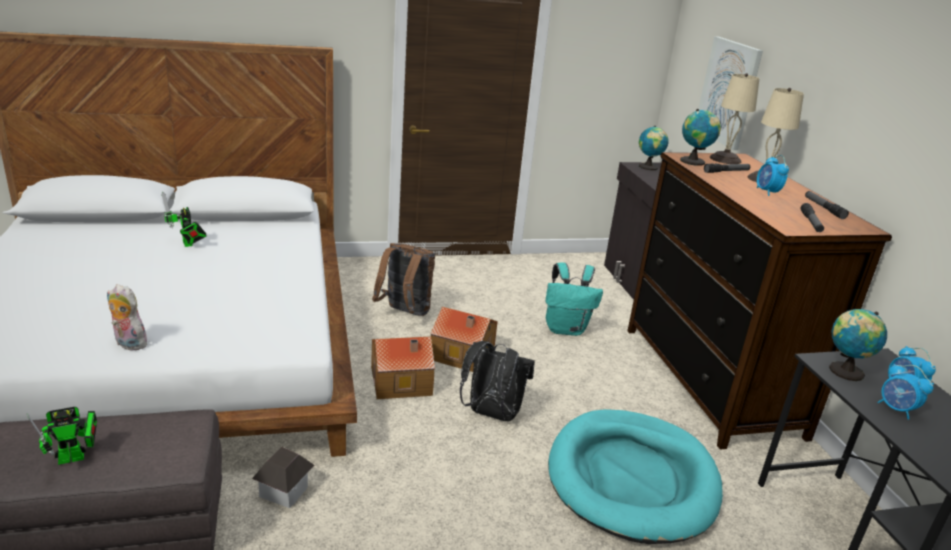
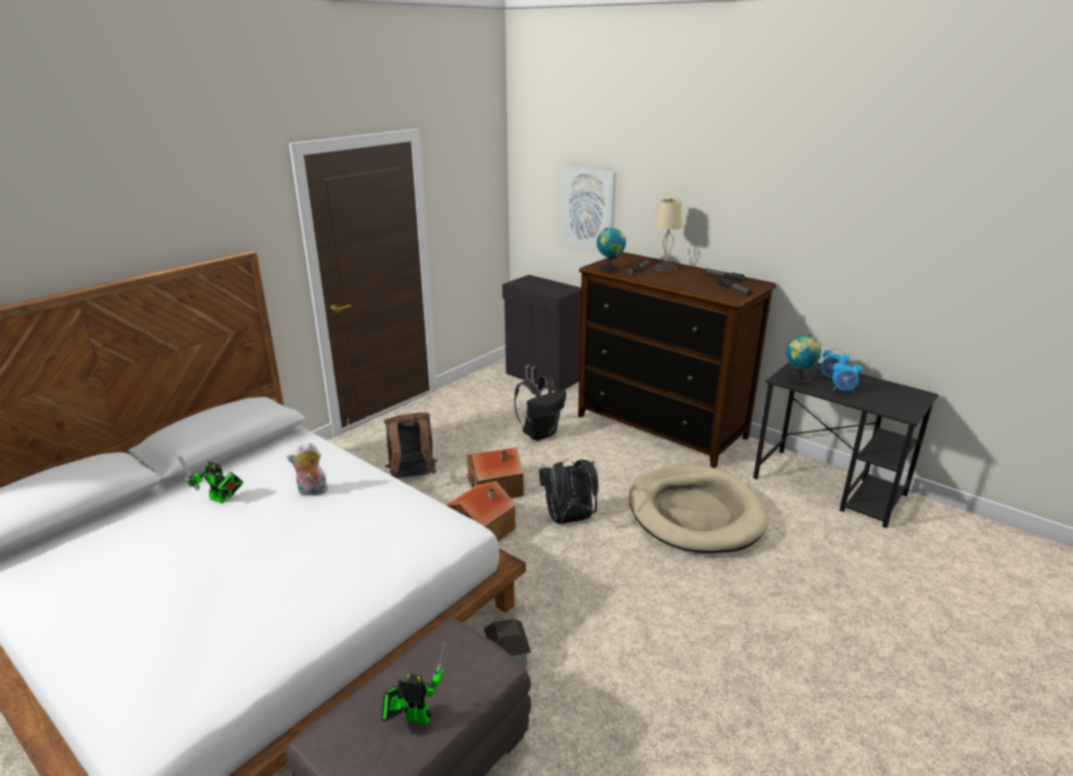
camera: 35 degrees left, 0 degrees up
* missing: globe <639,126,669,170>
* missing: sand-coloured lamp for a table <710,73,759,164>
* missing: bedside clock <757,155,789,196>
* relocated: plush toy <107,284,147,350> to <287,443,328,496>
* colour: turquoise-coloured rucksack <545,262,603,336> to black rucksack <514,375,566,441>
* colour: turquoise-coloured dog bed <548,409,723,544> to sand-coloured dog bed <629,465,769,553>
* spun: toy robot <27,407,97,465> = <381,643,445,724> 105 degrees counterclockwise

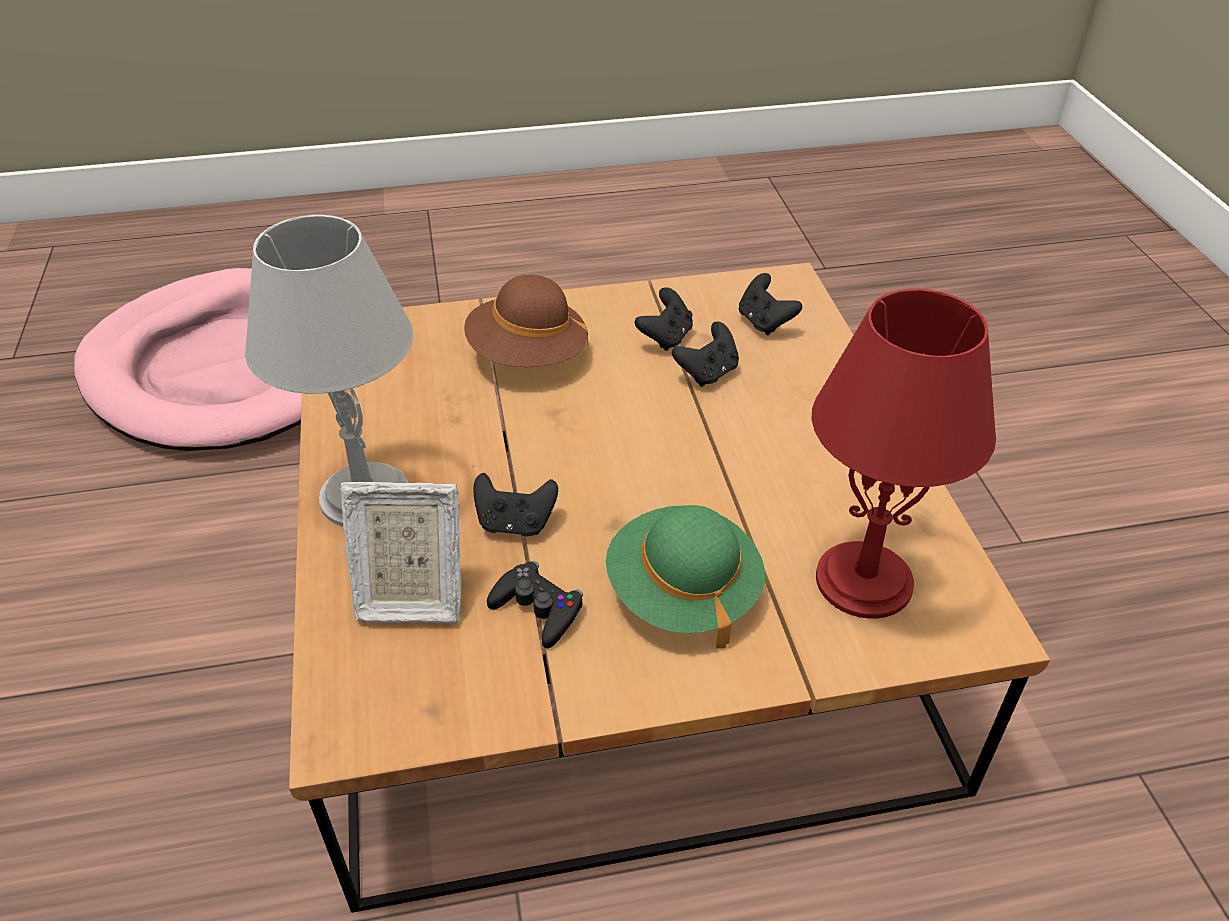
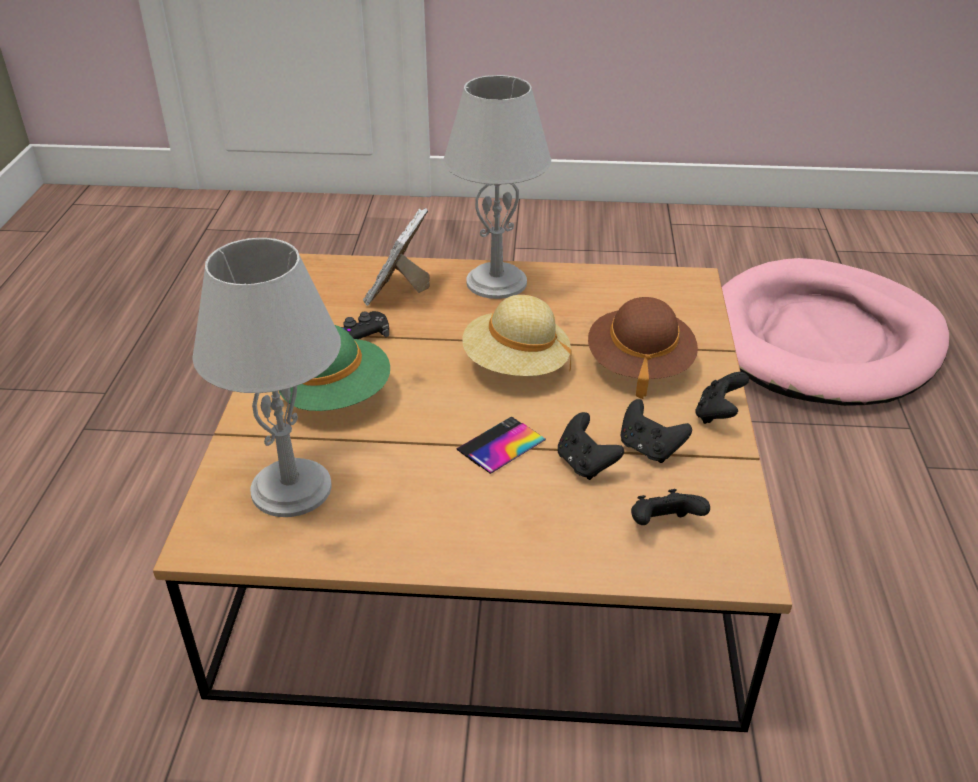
camera: 105 degrees right, 5 degrees down
* appeared: handset <456,416,546,474>
* appeared: sand-coloured hat <462,295,572,376>
* relocated: black gamepad <473,473,558,537> to <695,372,749,424>
* colour: red-coloured lamp for a table <812,289,996,619> to greyish lamp for a table <192,238,341,517>

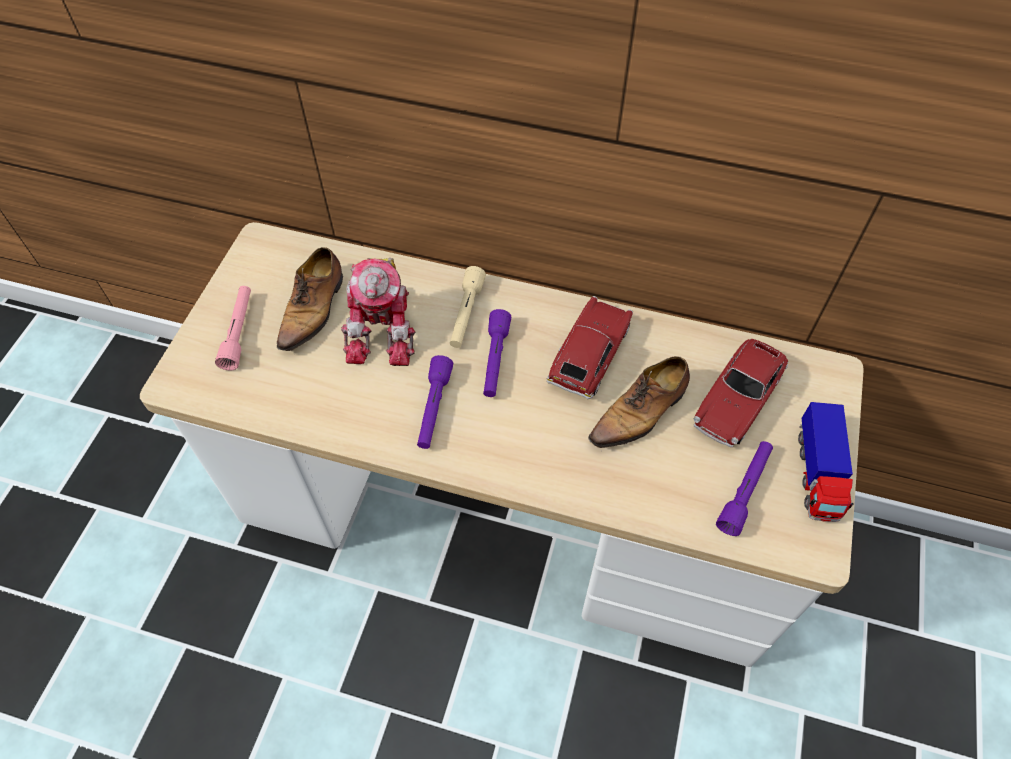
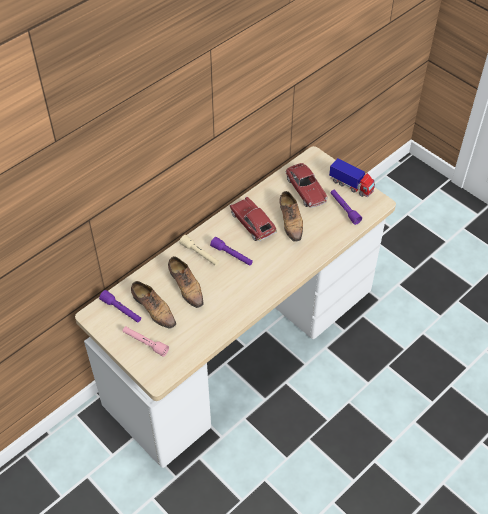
camera: 60 degrees left, 5 degrees down
* relocated: purple torch <417,355,453,449> to <99,290,141,323>
* exchanged: toy robot <341,258,415,366> to item of footwear <168,256,204,308>

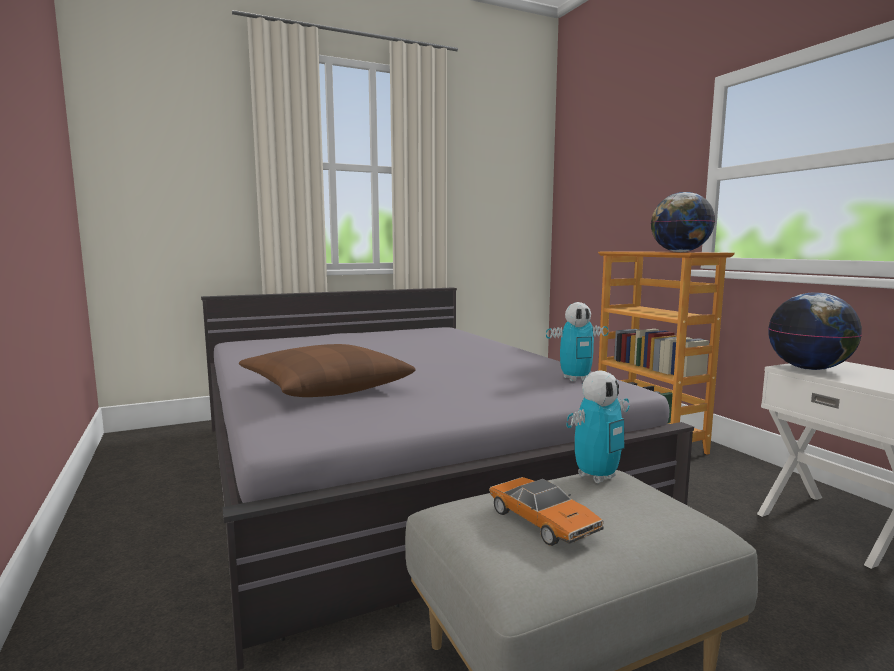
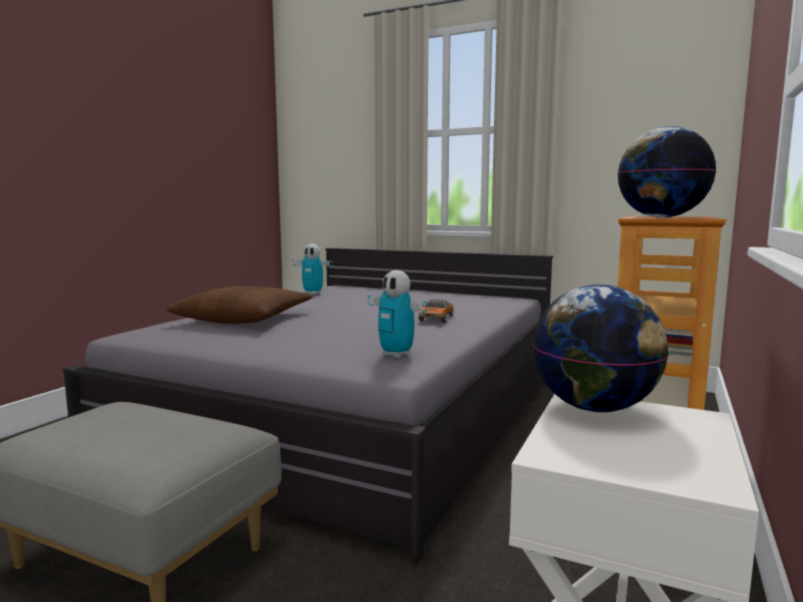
camera: 50 degrees right, 0 degrees up
* relocated: toy car <489,477,604,546> to <418,299,453,322>
* relocated: toy robot <566,371,629,483> to <292,244,333,295>

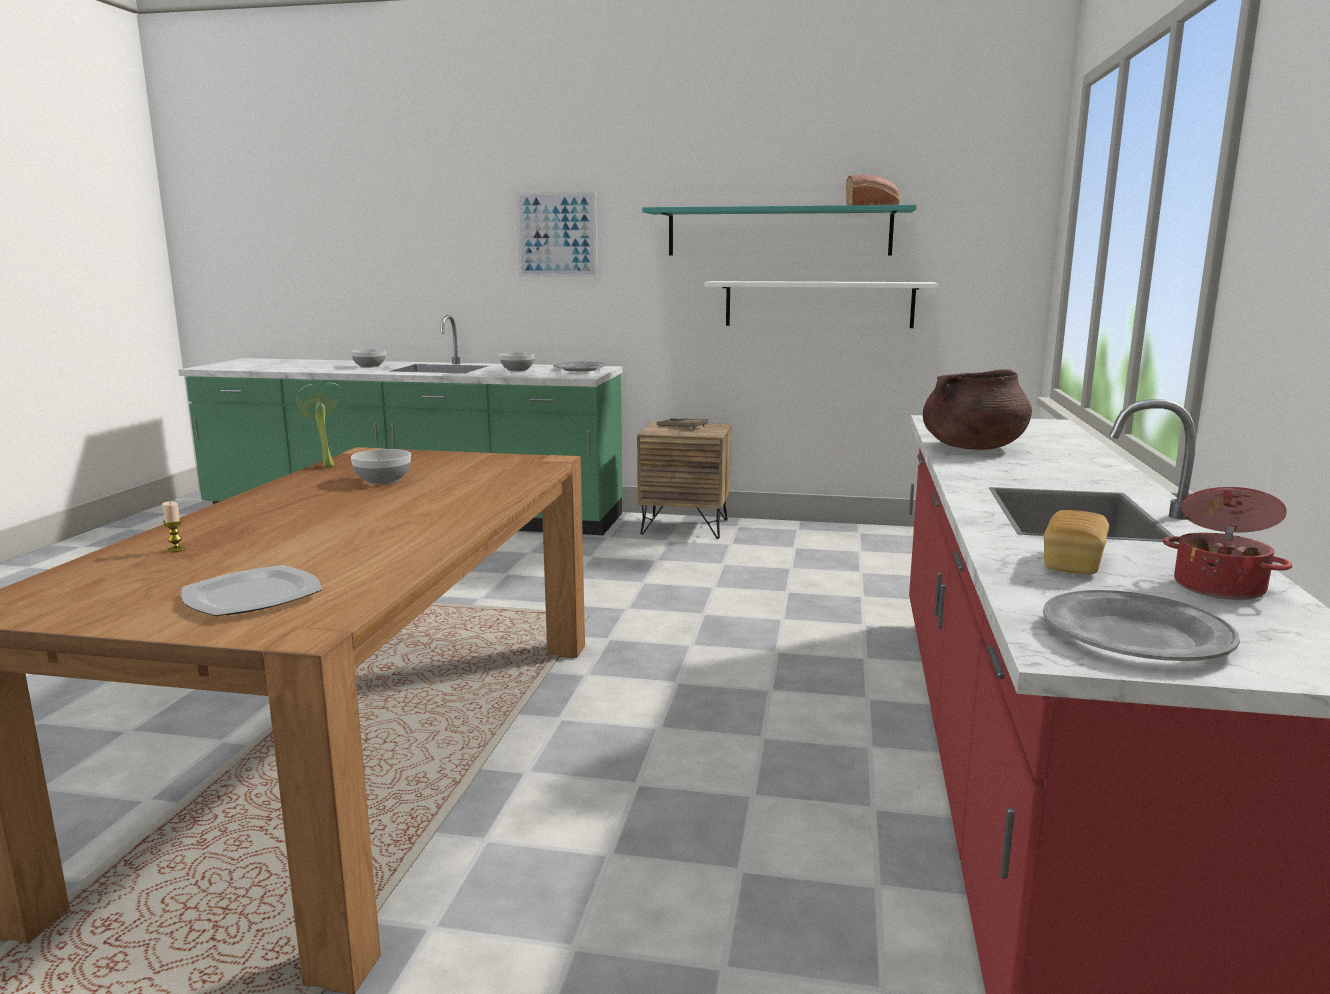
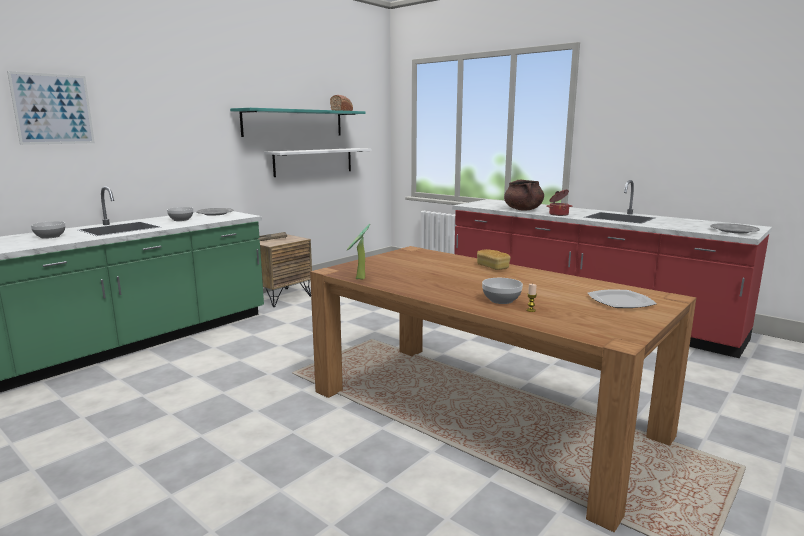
camera: 60 degrees left, 0 degrees up
* relocated: bowl <351,449,411,485> to <482,278,523,304>
* relocated: wall picture <516,191,597,277> to <7,71,95,145>
* relocated: bread <1044,510,1109,575> to <477,249,511,270>
* relocated: cooking pot <1163,487,1292,600> to <546,190,572,216>

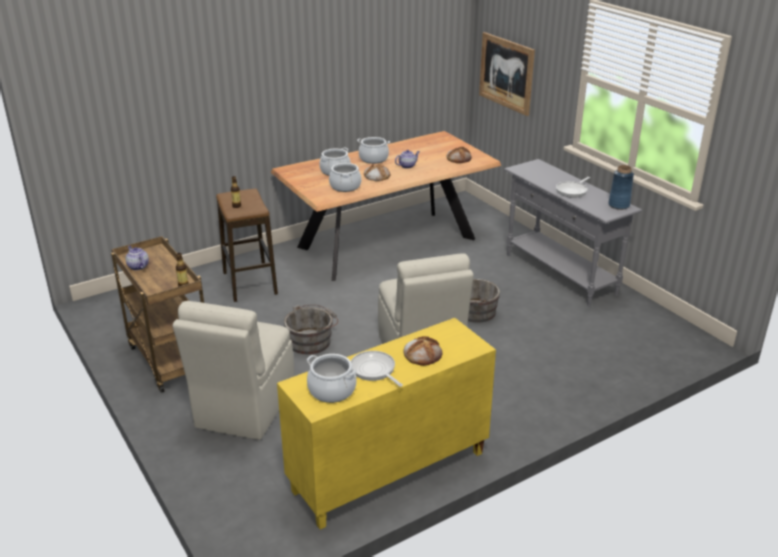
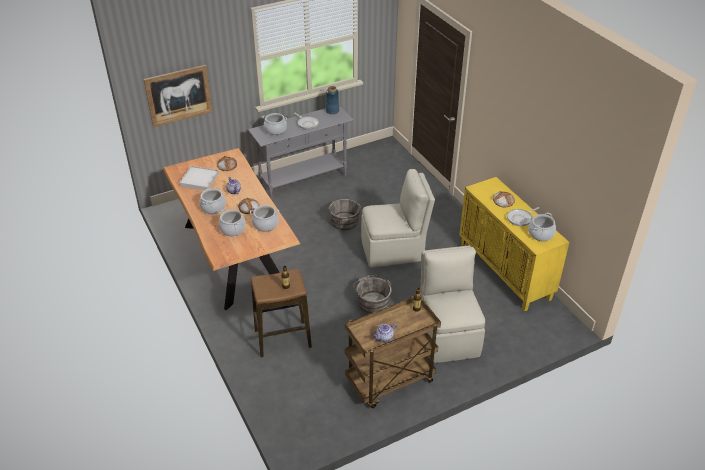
camera: 85 degrees left, 10 degrees up
* appeared: whitish carrying tray <179,166,219,190>
* appeared: cooking pot <262,113,287,135>
* spun: sand-coloured chair <173,301,294,440> = <420,245,485,363> 120 degrees counterclockwise

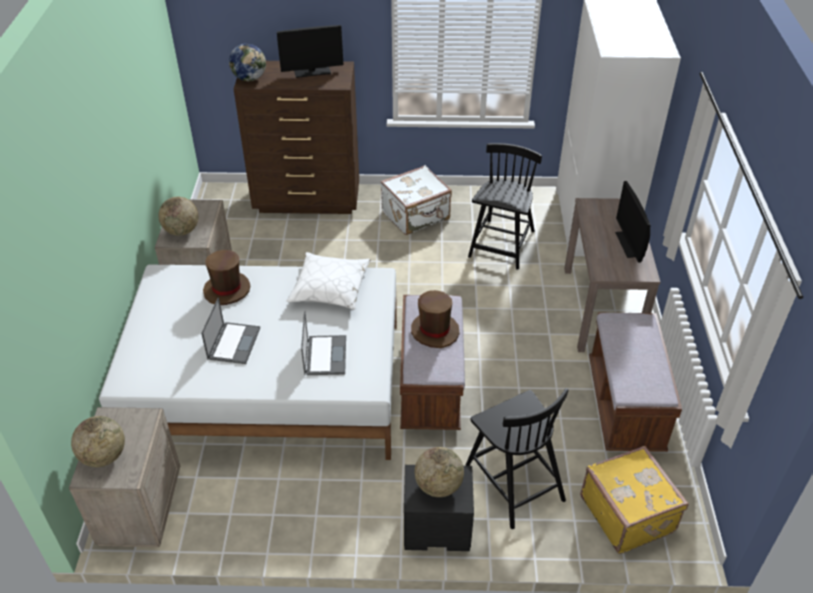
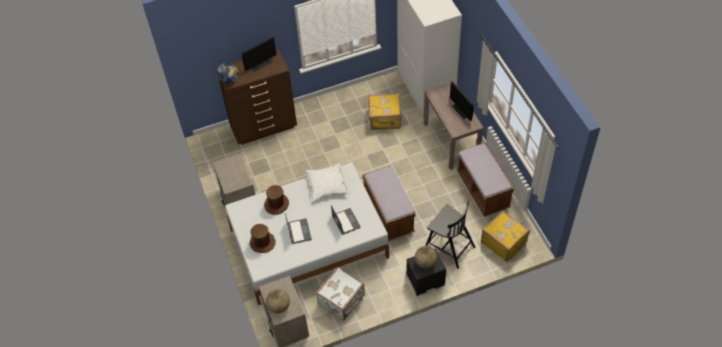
camera: 20 degrees left, 10 degrees up
* missing: globe <158,197,198,236>
* relocated: whitish piece of luggage <380,165,452,235> to <316,267,365,320>
* relocated: brownish hat <411,290,459,348> to <250,224,275,253>
* exchanged: black chair <468,143,542,270> to yellow piece of luggage <368,93,401,130>

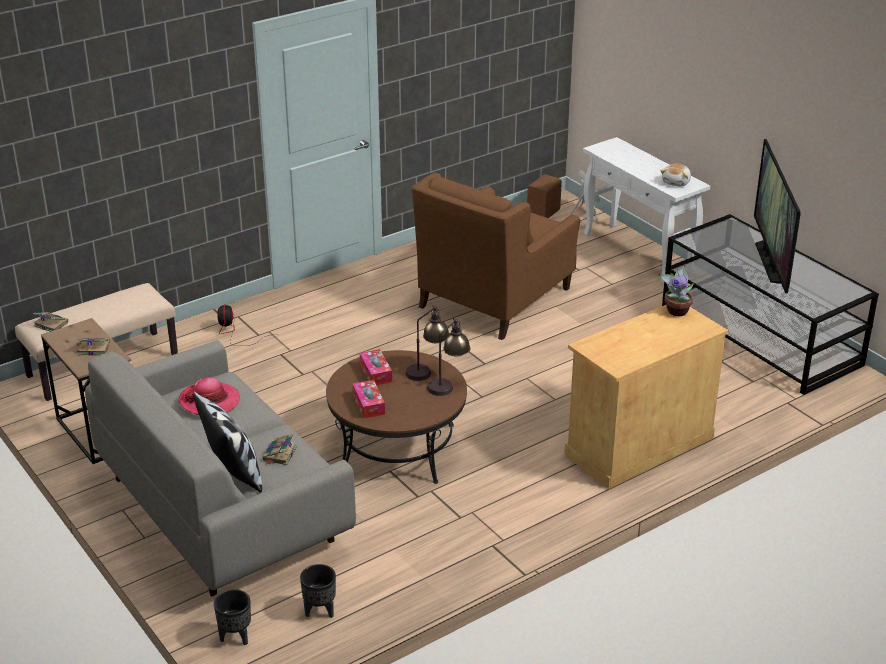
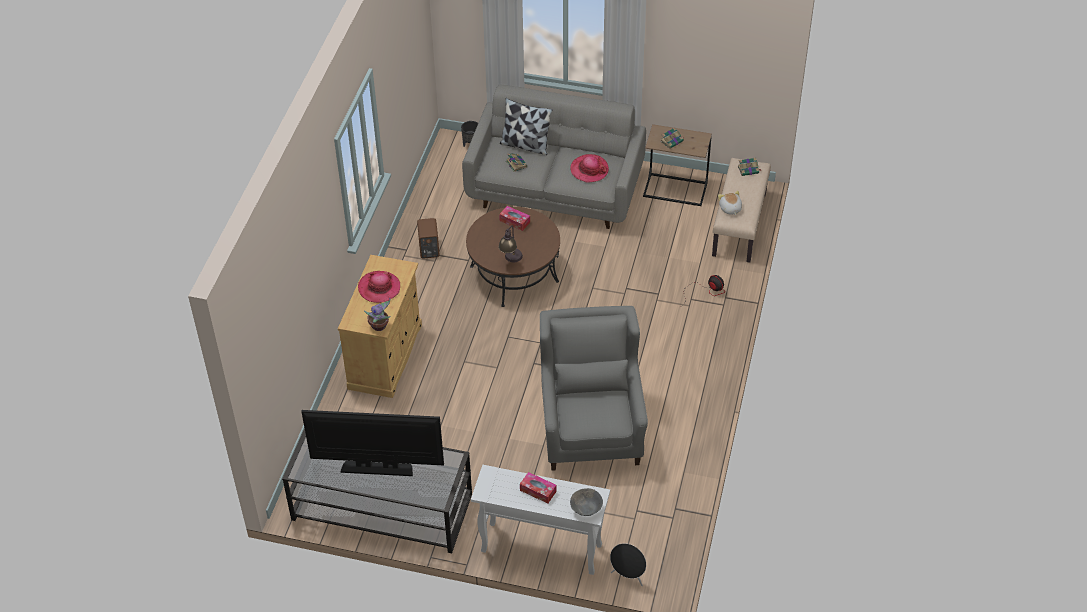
camera: 140 degrees right, 15 degrees up
* missing: black flower pot <300,564,336,618>
* missing: lamp for a table <427,318,470,396>
* appeared: hat <358,271,400,303>
* appeared: greyish bowl <570,488,603,516>
* relocated: tissue box <360,349,392,385> to <520,472,557,503>
* relocated: brownish loudspeaker <527,174,562,218> to <417,218,440,259>
* relocated: plush toy <661,164,691,186> to <718,191,742,215>
* colour: brownish easy chair <412,173,580,340> to greyish easy chair <540,306,648,471>
* spun: television <754,139,801,293> = <301,410,444,476> 45 degrees counterclockwise

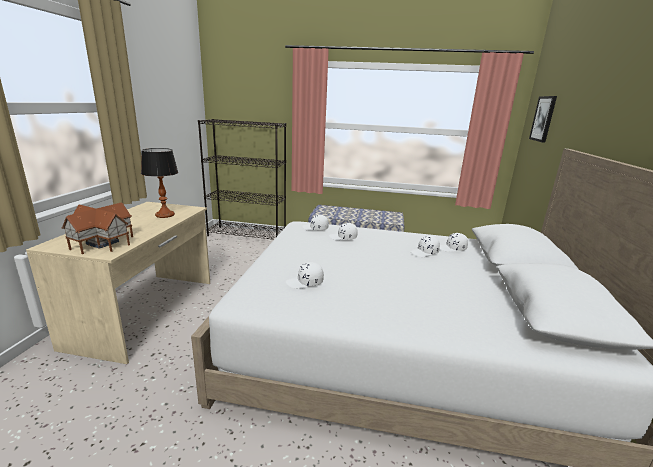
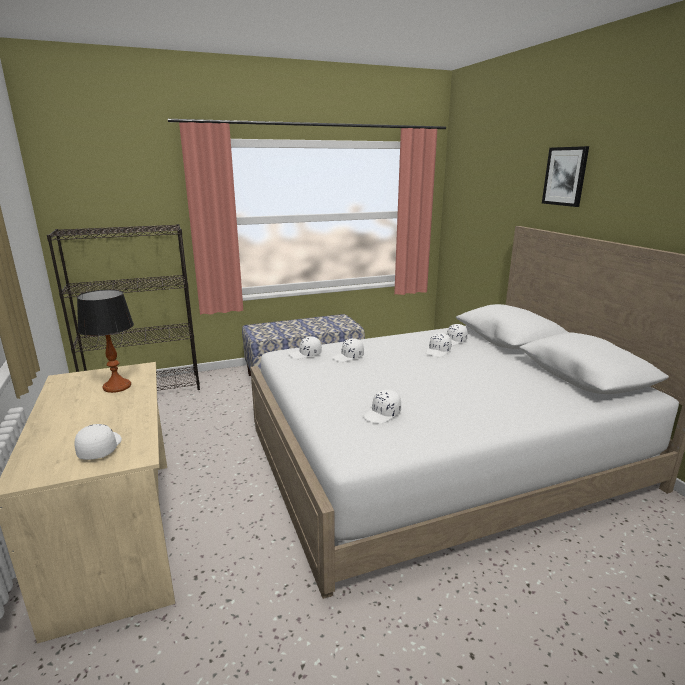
camera: 30 degrees left, 0 degrees up
* relocated: wall picture <529,96,557,143> to <542,146,589,207>
* exchanged: toy house <62,203,133,254> to whitish cap <74,424,122,460>

